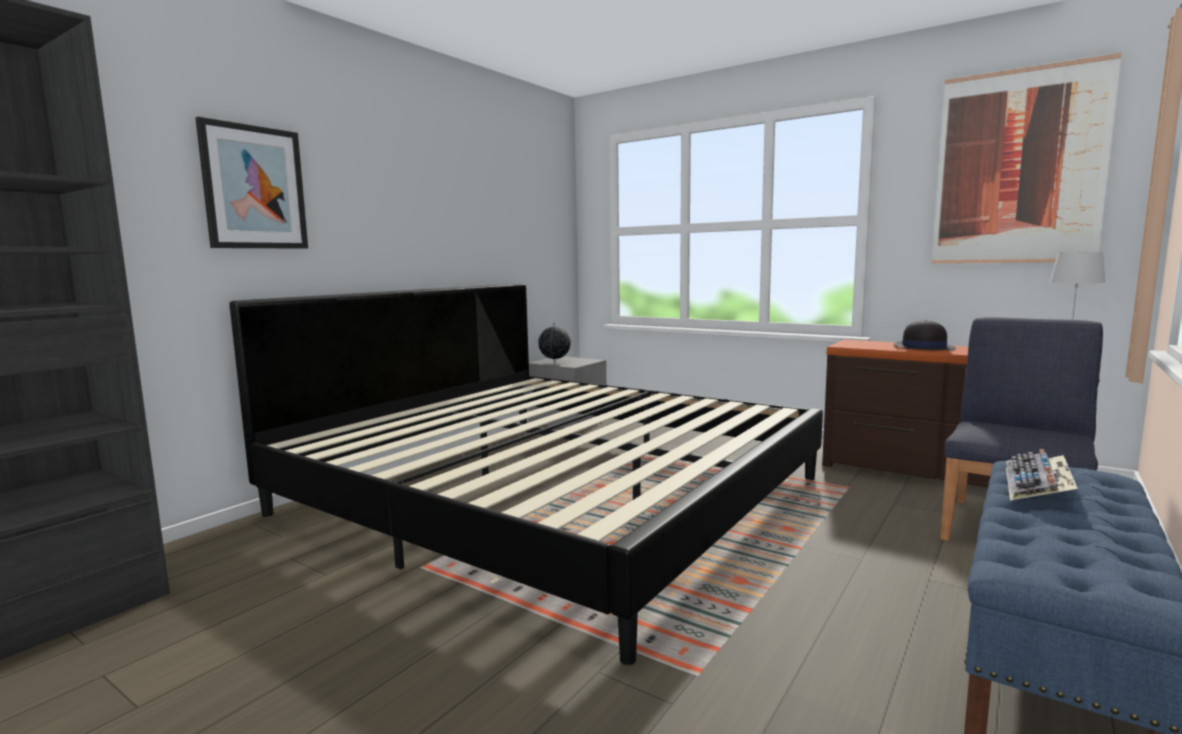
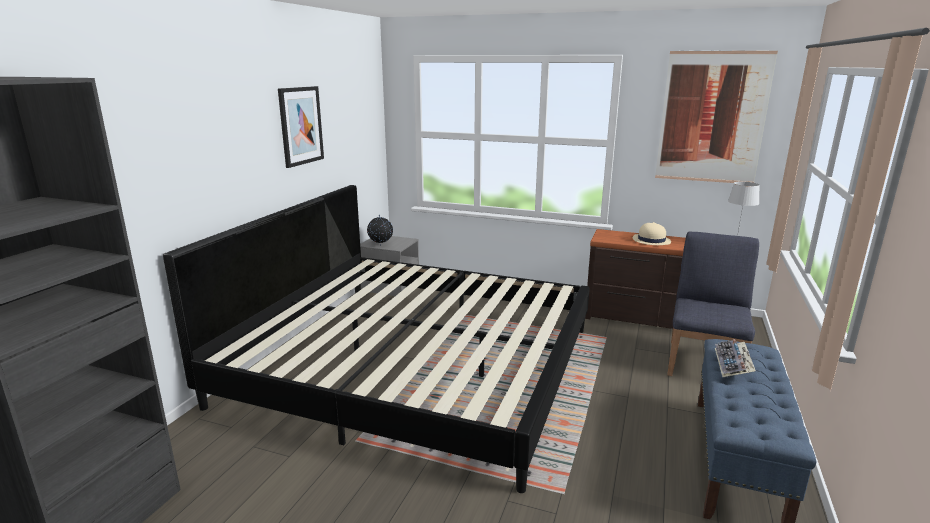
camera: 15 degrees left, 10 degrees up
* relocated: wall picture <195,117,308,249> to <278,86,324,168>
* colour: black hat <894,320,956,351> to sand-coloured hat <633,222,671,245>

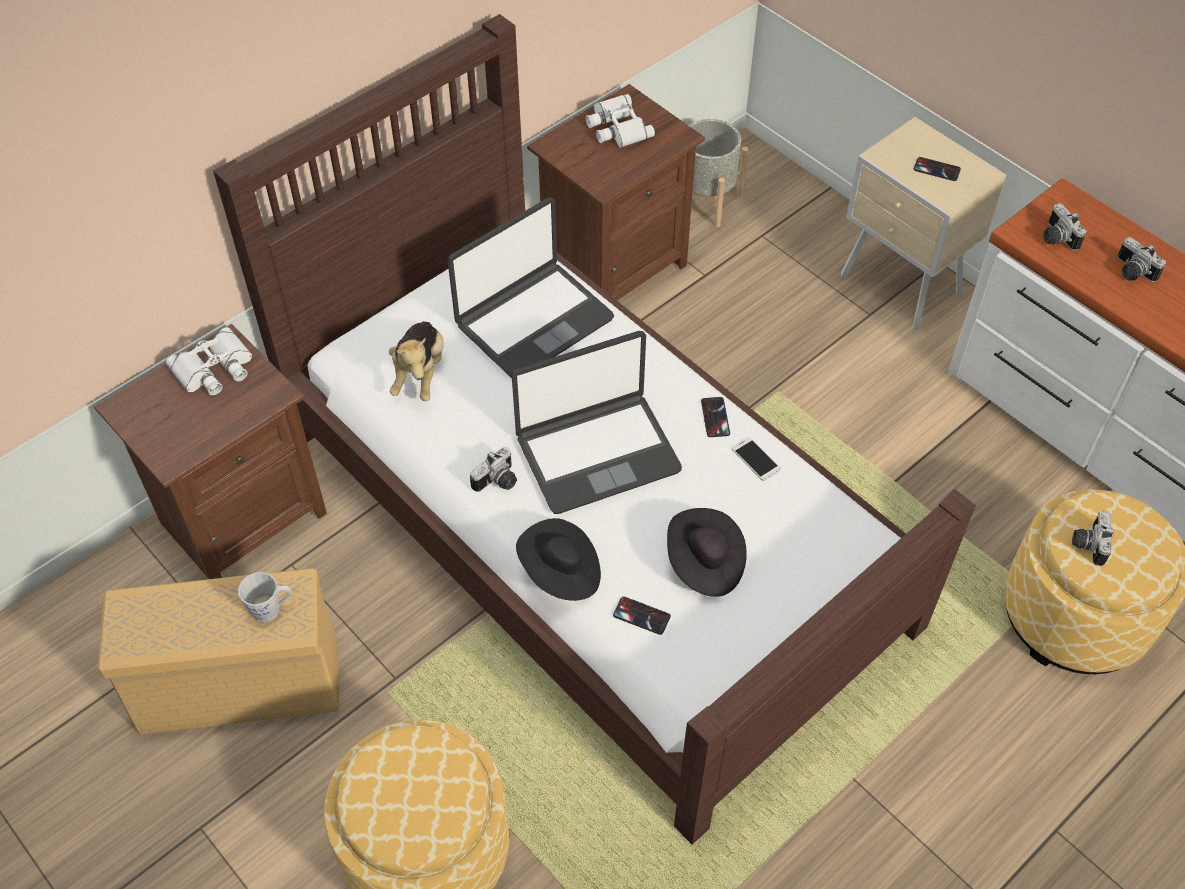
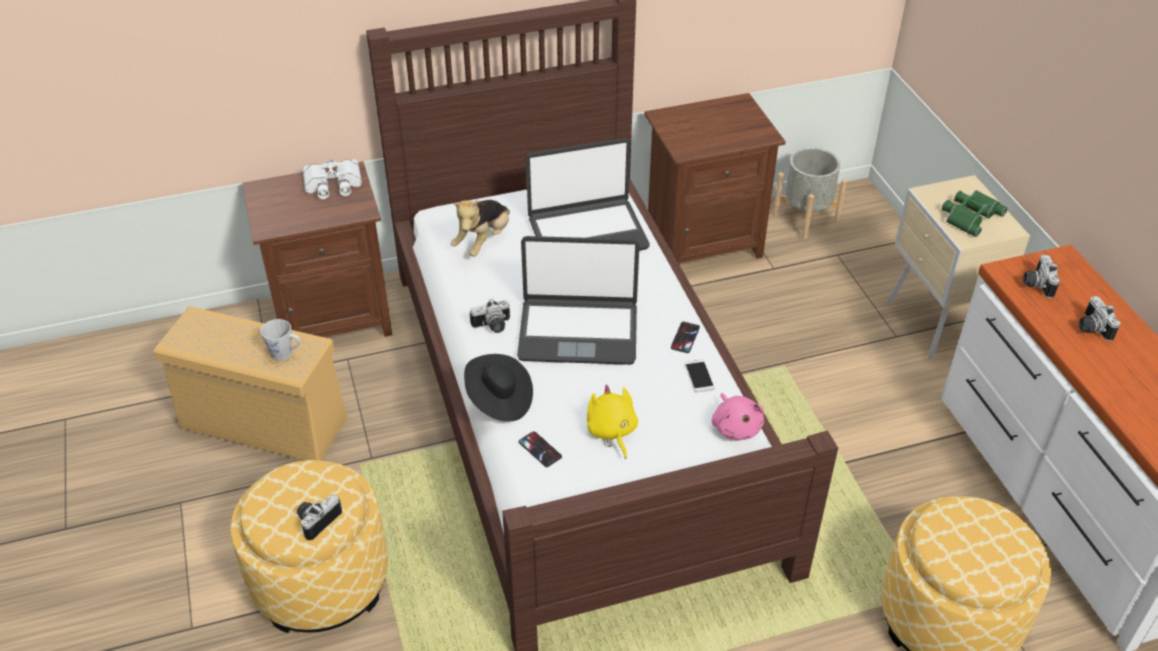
camera: 25 degrees right, 10 degrees down
* missing: whitish pair of binoculars <586,94,655,148>
* appeared: pinkish plush toy <712,393,764,440>
* relocated: still camera <1072,511,1114,566> to <297,494,342,540>
* exchanged: black hat <667,508,747,597> to yellow plush toy <587,385,638,459>
* exchanged: handset <914,157,961,181> to green pair of binoculars <942,190,1008,237>

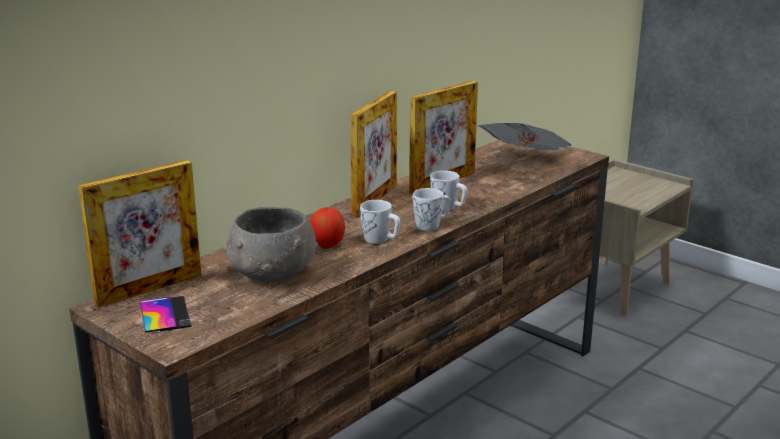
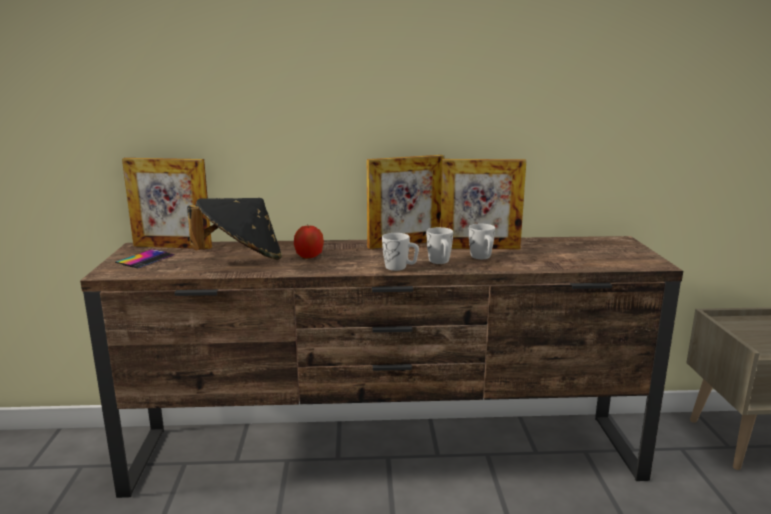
camera: 45 degrees right, 5 degrees down
* missing: printed paper <478,123,572,151>
* relocated: whitish mug <360,200,400,244> to <469,224,495,259>
* exchanged: greyish bowl <224,207,318,282> to black hat <187,198,282,260>

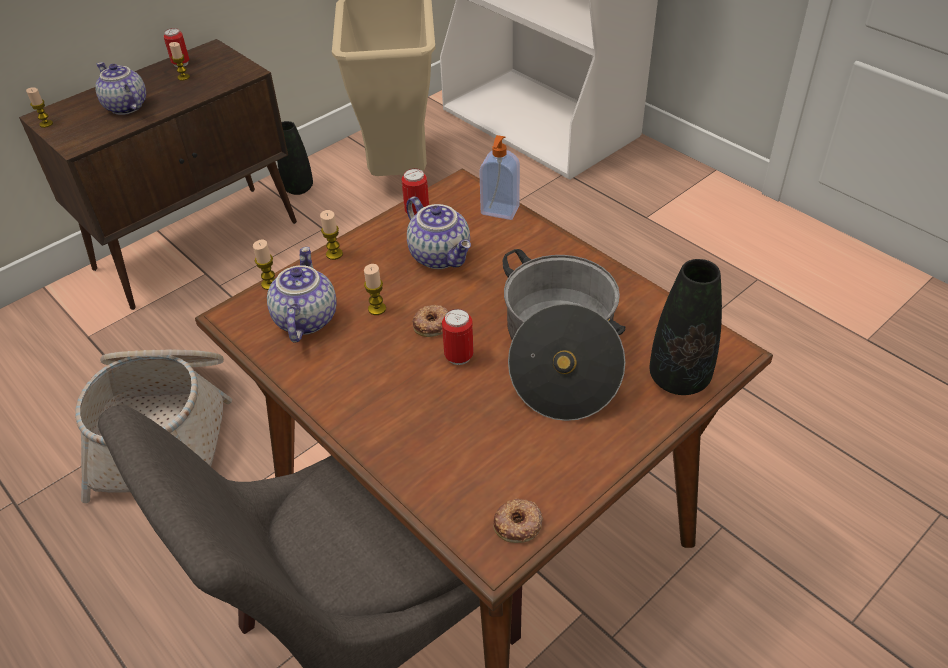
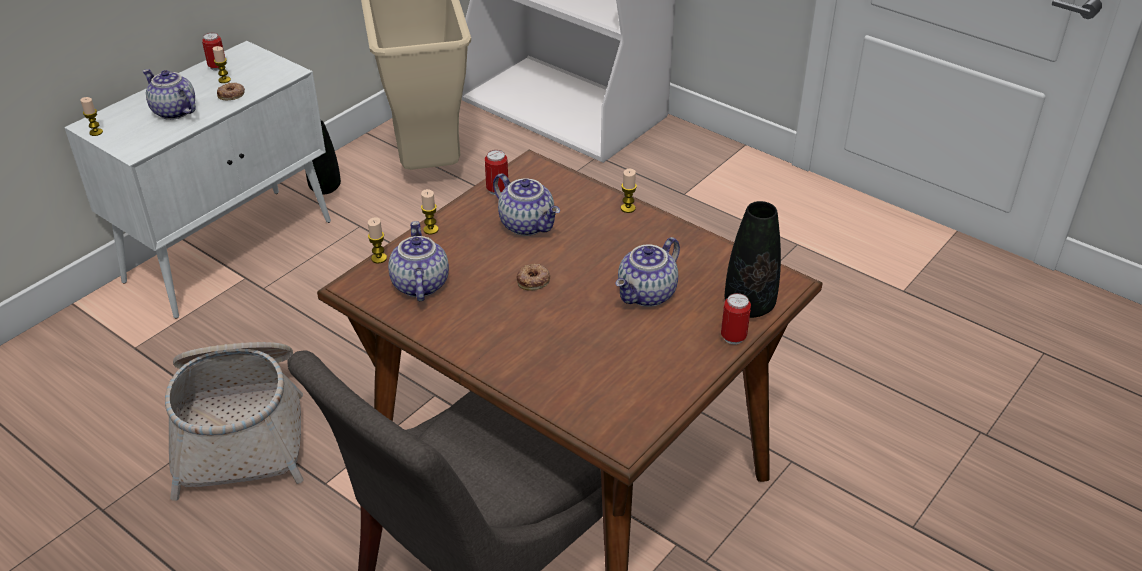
camera: 10 degrees left, 5 degrees down
* missing: soap bottle <479,135,520,220>
* relocated: candle <364,264,386,315> to <621,169,637,213>
* relocated: can <442,309,474,365> to <721,293,751,344>
* relocated: donut <493,499,543,543> to <217,83,245,100>
* exchanged: cooking pot <503,249,626,421> to teapot <615,237,680,307>
* colour: brownish storage cabinet <19,39,297,310> to whitish storage cabinet <64,41,331,319>

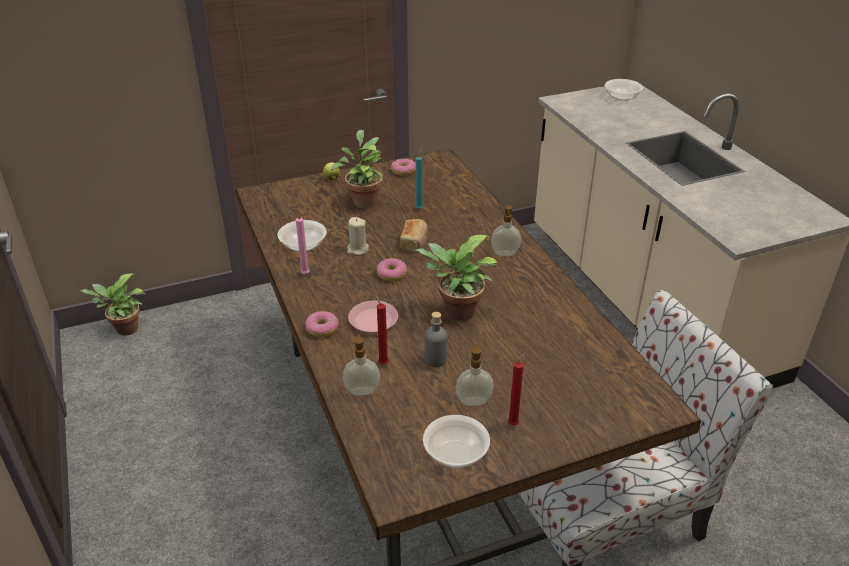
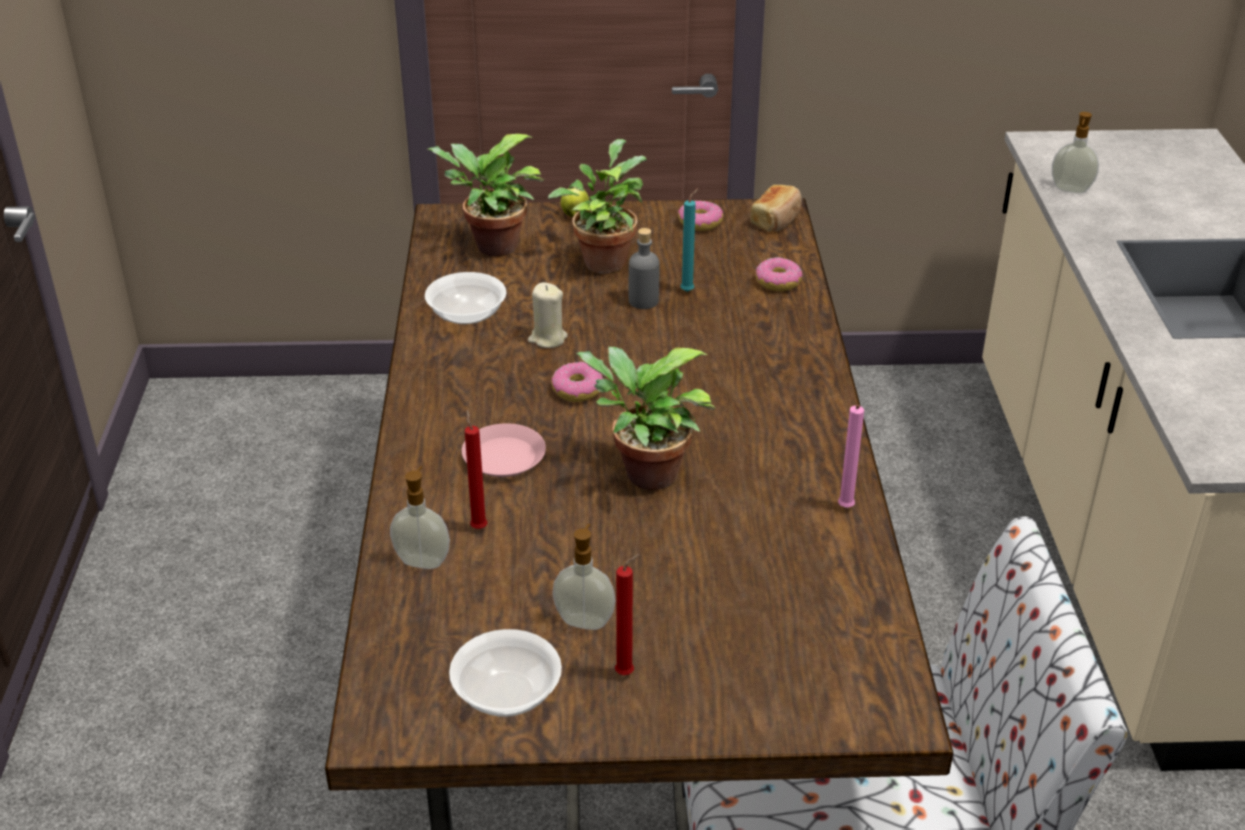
camera: 20 degrees right, 0 degrees up
* missing: bowl <605,79,643,101>
* relocated: houseplant <80,273,146,336> to <426,134,544,257>
* relocated: pinkish candle <296,216,309,274> to <838,405,864,508>
* relocated: donut <305,311,339,337> to <756,257,803,291>
* relocated: bread <400,219,428,252> to <751,185,802,232>
* relocated: greyish drink bottle <425,312,447,367> to <629,228,660,309>
* relocated: soap bottle <491,205,521,256> to <1052,112,1099,193>

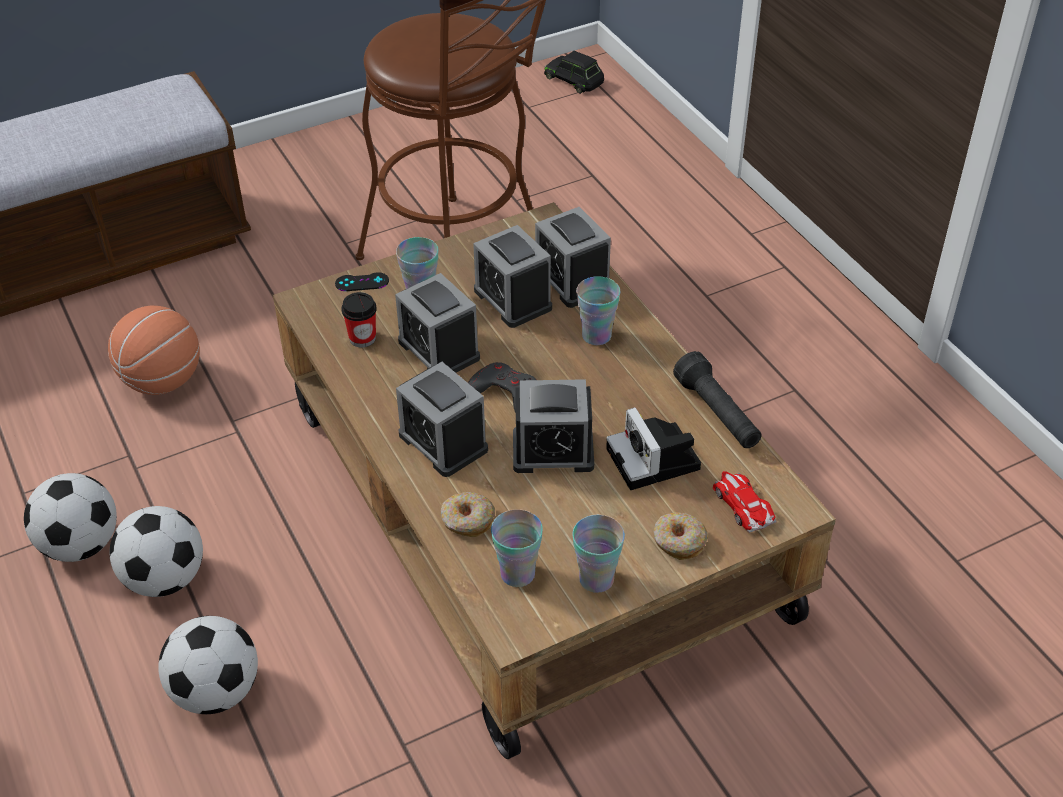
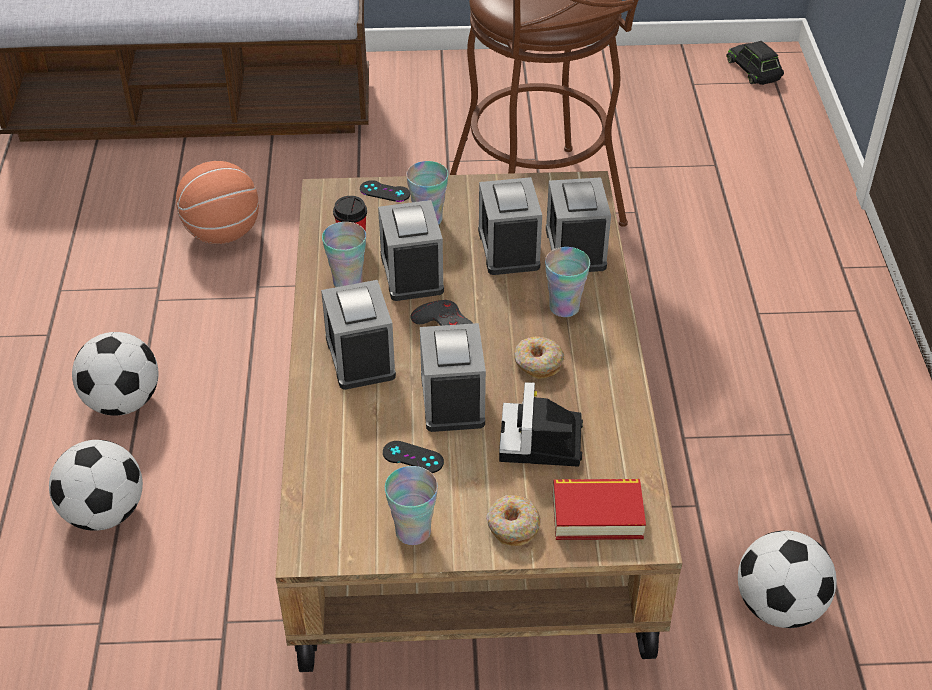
camera: 25 degrees right, 0 degrees up
* missing: black torch <673,351,762,448>
* appeared: black gamepad <383,441,444,473>
* relocated: ball for football <24,473,117,562> to <738,531,837,628>
* relocated: donut <441,492,495,537> to <514,336,564,379>
* relocated: cup <491,509,543,587> to <322,222,366,287>
* exchanged: toy car <713,471,777,533> to book <553,479,646,540>
* spun: bedside clock <513,379,594,473> = <420,323,486,432> 60 degrees clockwise

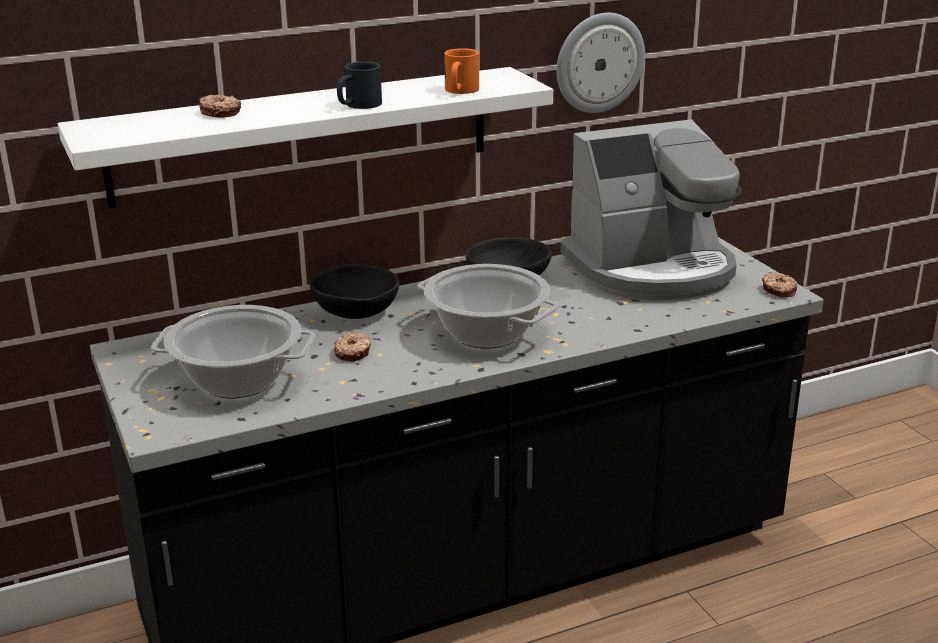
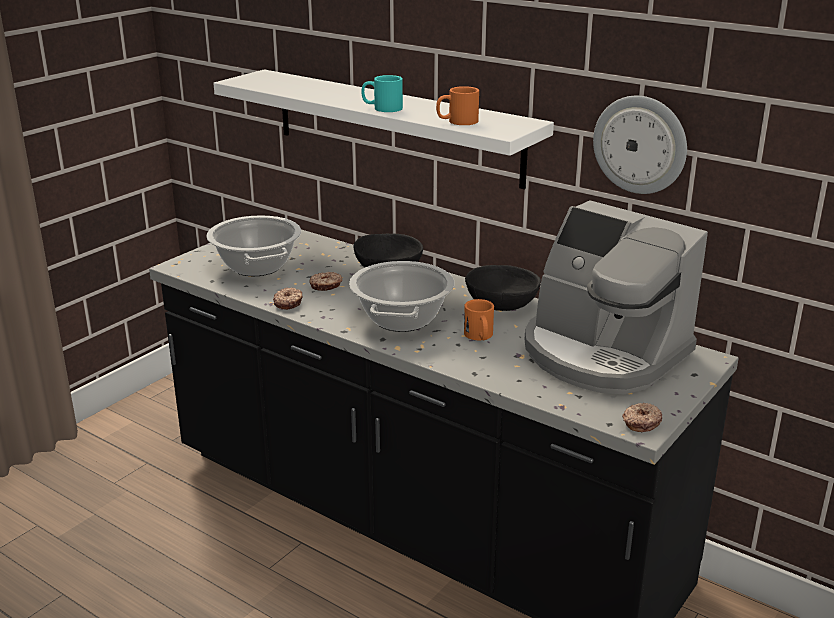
camera: 60 degrees right, 0 degrees up
* appeared: orange-coloured mug <464,299,494,340>
* relocated: donut <199,94,241,117> to <273,288,303,310>
* colour: black mug <337,61,382,109> to turquoise-coloured mug <361,75,403,112>

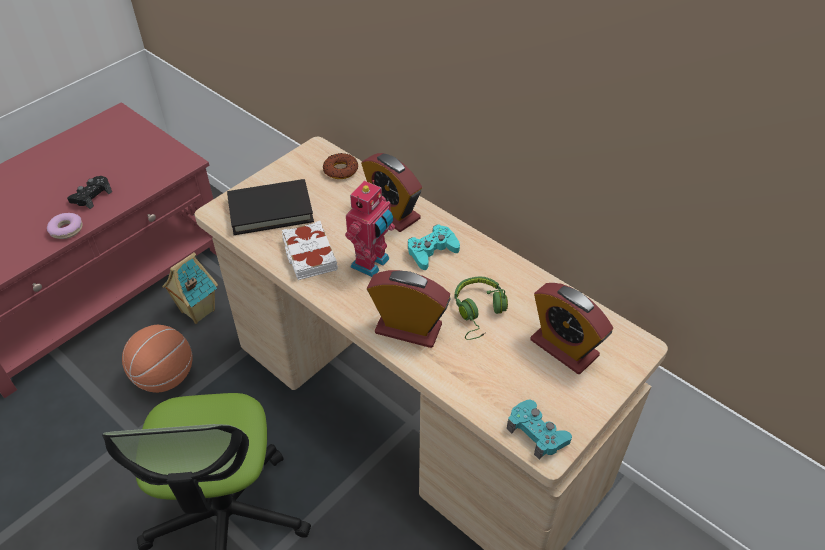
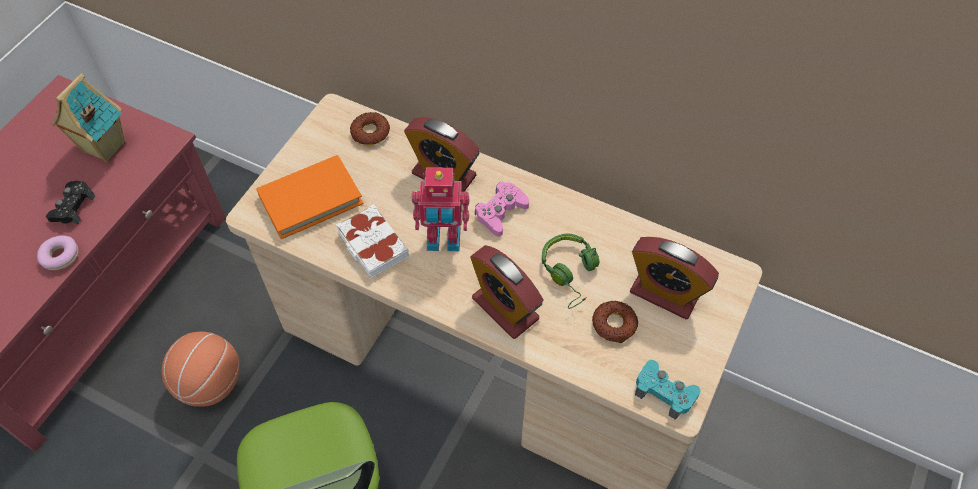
camera: 15 degrees left, 10 degrees up
* appeared: donut <592,301,638,343>
* relocated: toy house <162,252,218,324> to <51,73,125,163>
* colour: black book <227,179,314,235> to orange-coloured book <256,155,363,239>
* colour: turquoise-coloured gamepad <408,224,460,270> to pinkish gamepad <475,182,529,236>
* spun: toy robot <345,180,395,277> = <412,167,470,251> 75 degrees clockwise
* spun: bedside clock <367,270,451,348> = <470,245,544,339> 135 degrees counterclockwise

